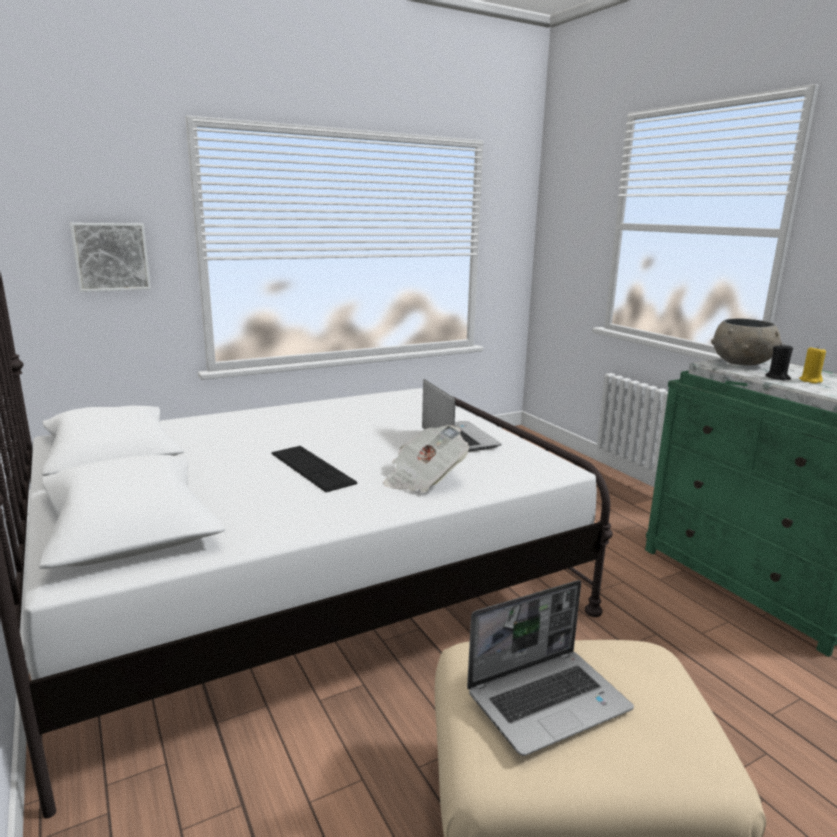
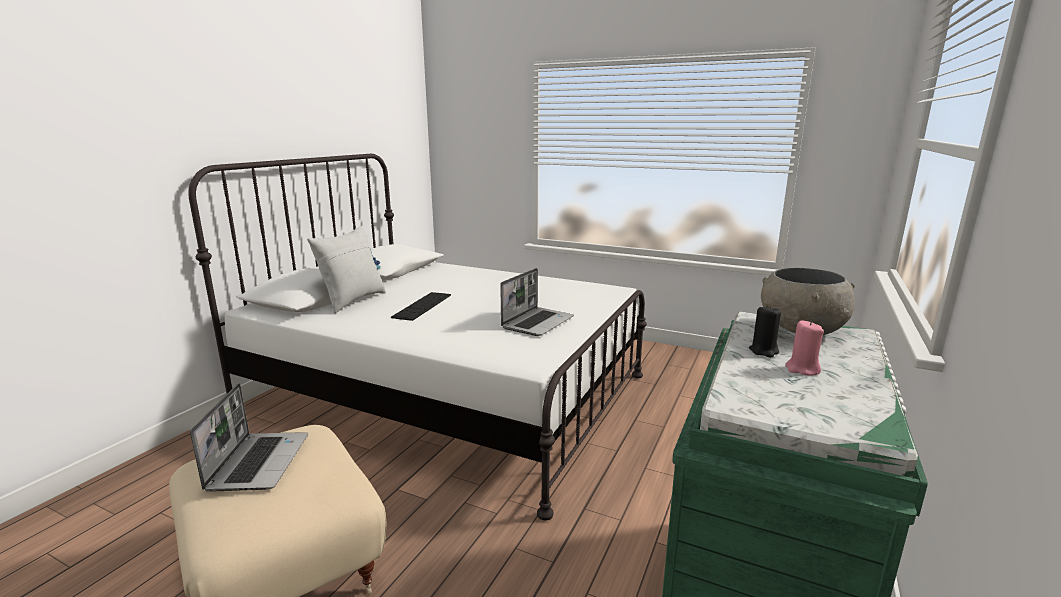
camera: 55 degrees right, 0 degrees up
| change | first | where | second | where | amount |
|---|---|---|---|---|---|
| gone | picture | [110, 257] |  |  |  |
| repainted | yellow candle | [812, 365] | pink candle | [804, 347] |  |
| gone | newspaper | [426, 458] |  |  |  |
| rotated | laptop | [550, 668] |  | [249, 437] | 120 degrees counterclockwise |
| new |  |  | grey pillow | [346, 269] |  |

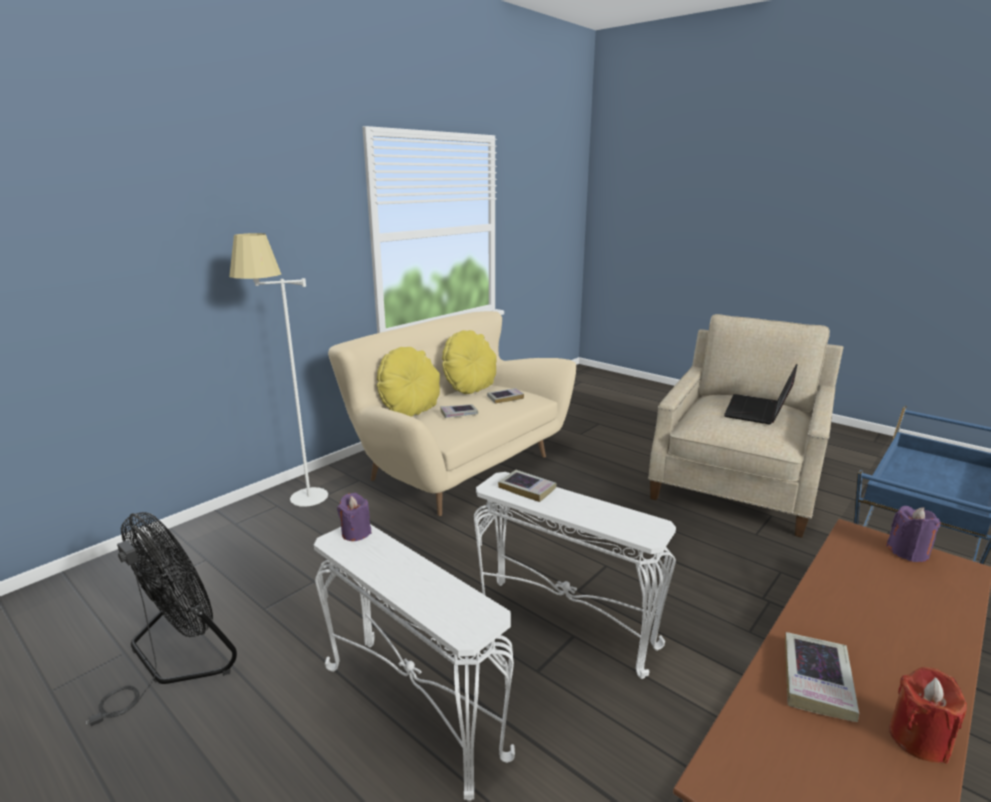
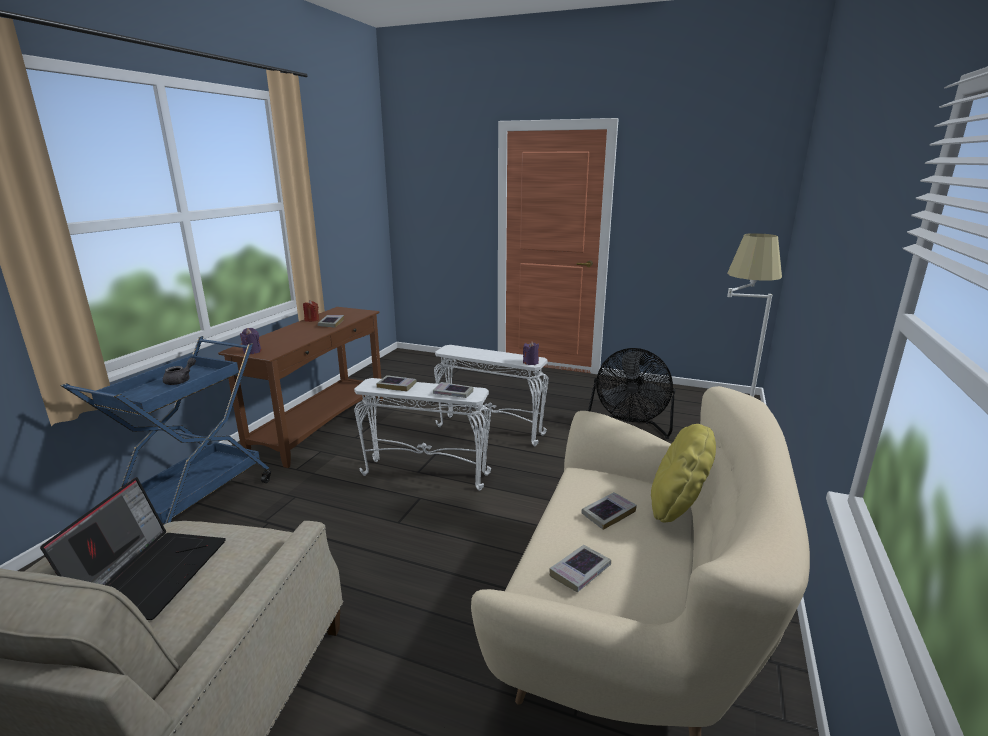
camera: 160 degrees right, 0 degrees up
| change | first | where | second | where | amount |
|---|---|---|---|---|---|
| gone | yellow pillow | [469, 362] |  |  |  |
| new |  |  | grey teapot | [179, 371] |  |
| new |  |  | book | [396, 383] |  |

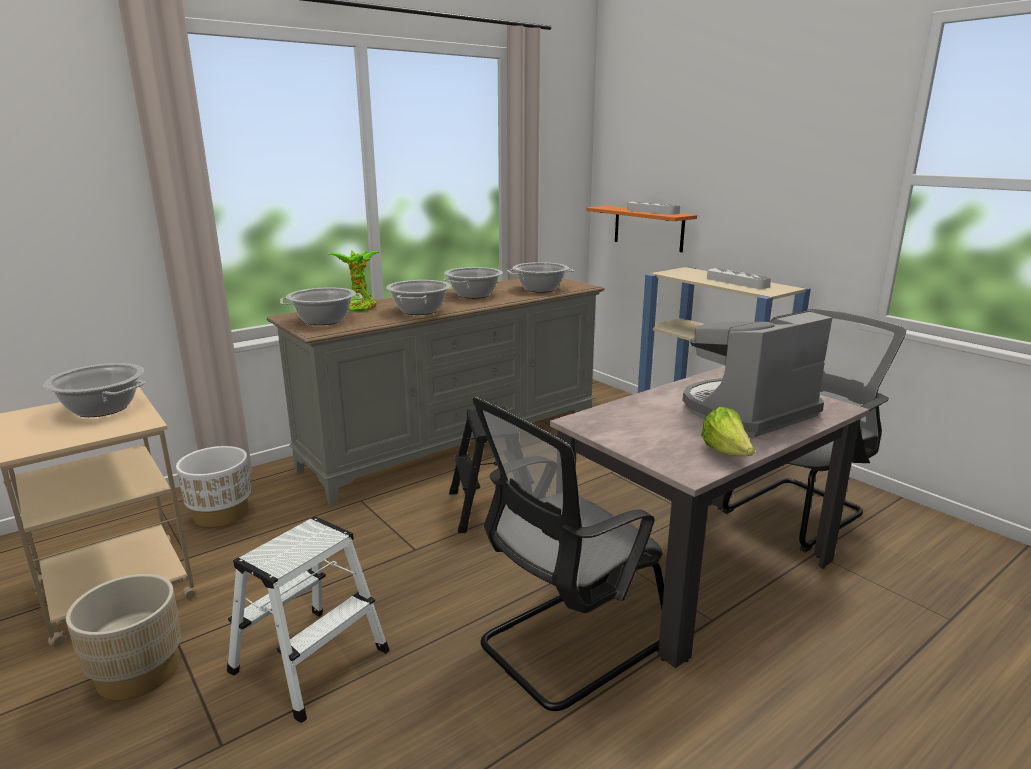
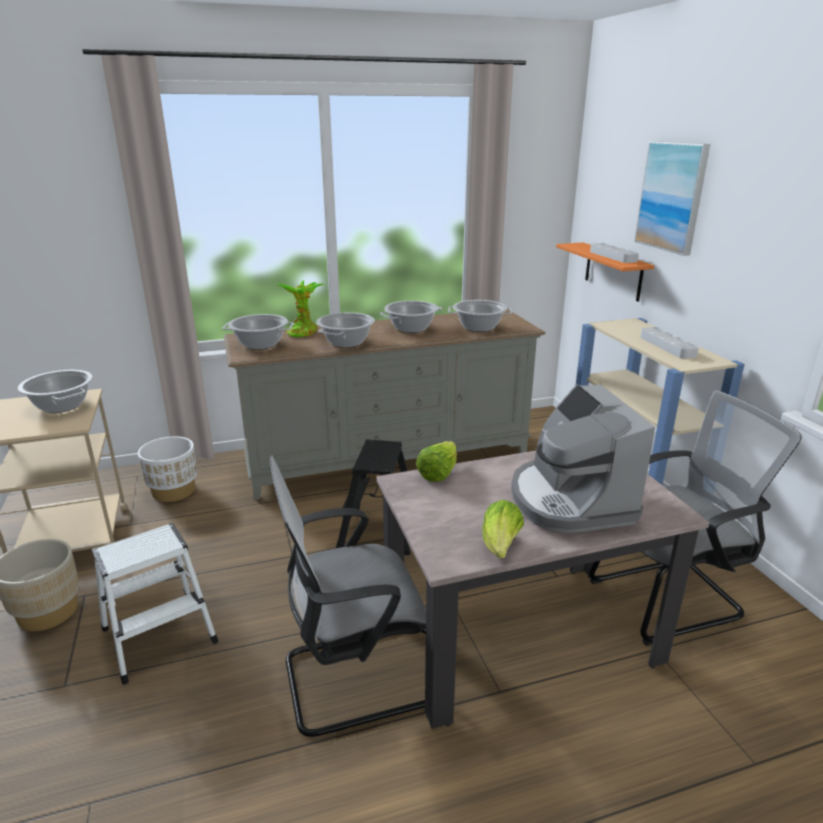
camera: 20 degrees right, 5 degrees up
| change | first | where | second | where | amount |
|---|---|---|---|---|---|
| rotated | coffee machine | [757, 373] |  | [583, 458] | 90 degrees counterclockwise |
| new |  |  | picture | [672, 198] |  |
| new |  |  | lettuce | [436, 461] |  |

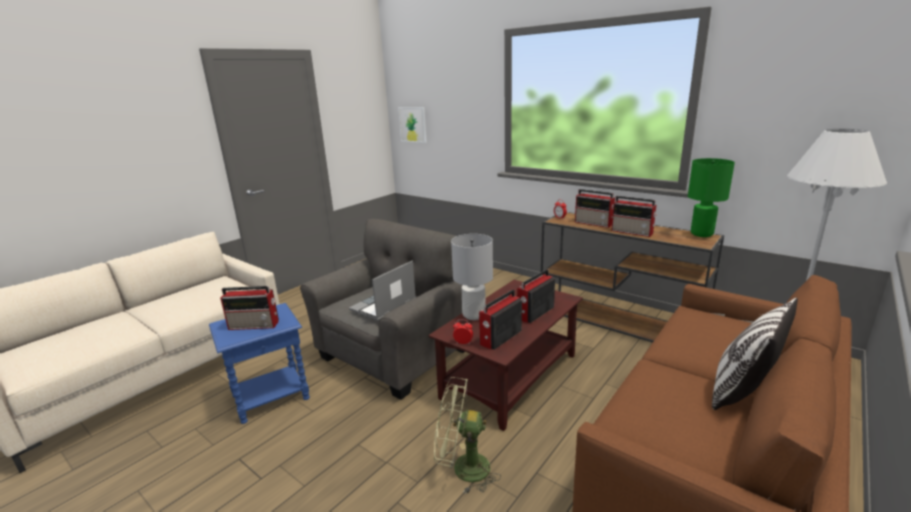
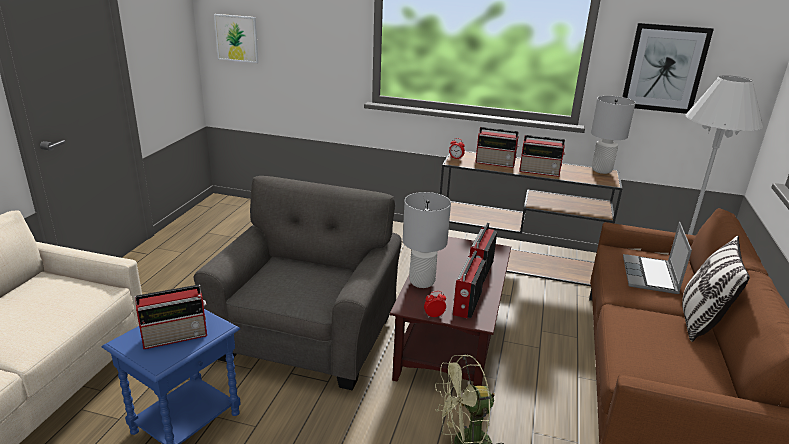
camera: 25 degrees left, 5 degrees up
| change | first | where | second | where | amount |
|---|---|---|---|---|---|
| repainted | green table lamp | [711, 197] | grey table lamp | [613, 135] |  |
| shifted | laptop | [382, 291] |  | [657, 258] |  |
| new |  |  | picture | [668, 68] |  |

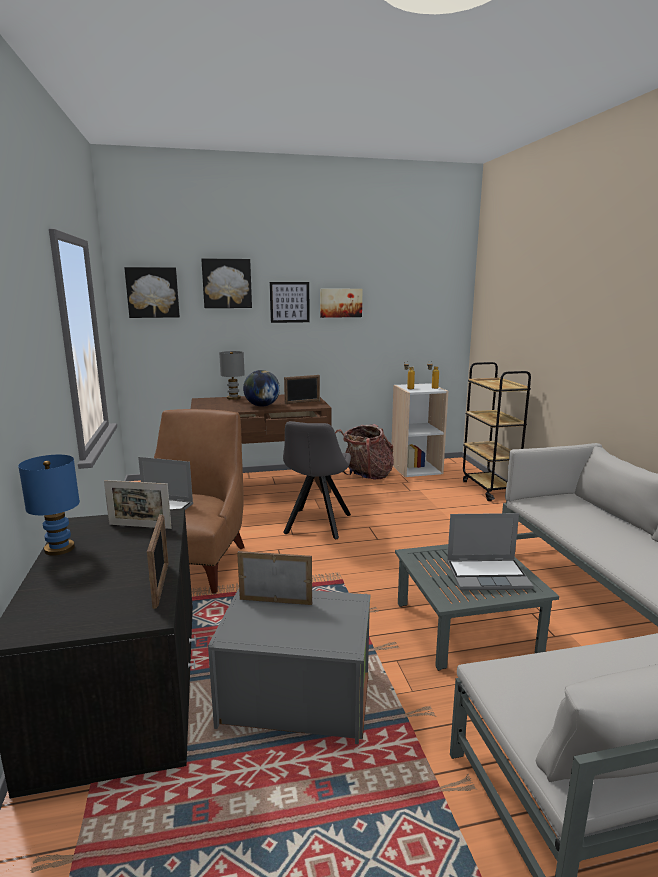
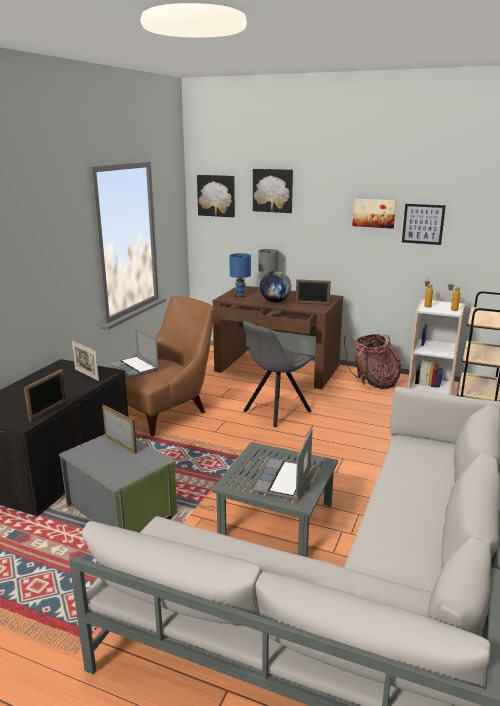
camera: 35 degrees right, 5 degrees up
| change | first | where | second | where | amount |
|---|---|---|---|---|---|
| shifted | picture | [290, 302] |  | [424, 224] |  |
| shifted | blue table lamp | [49, 505] |  | [240, 275] |  |
| rotated | laptop | [490, 552] |  | [283, 464] | 75 degrees clockwise |

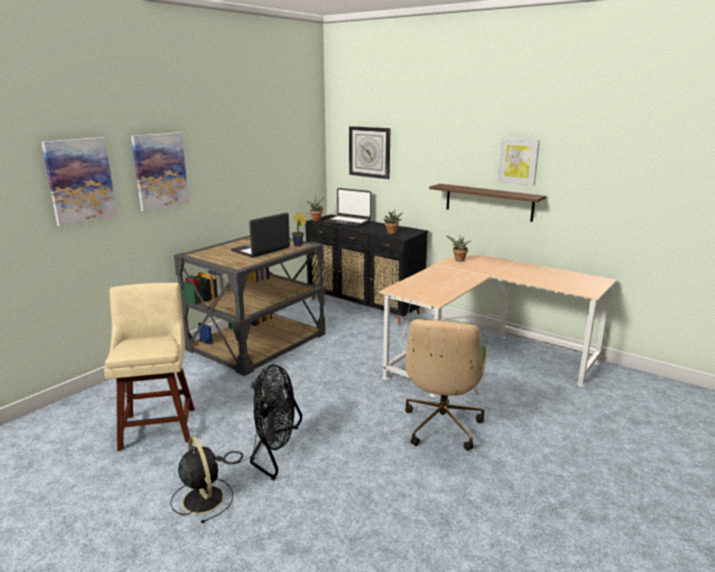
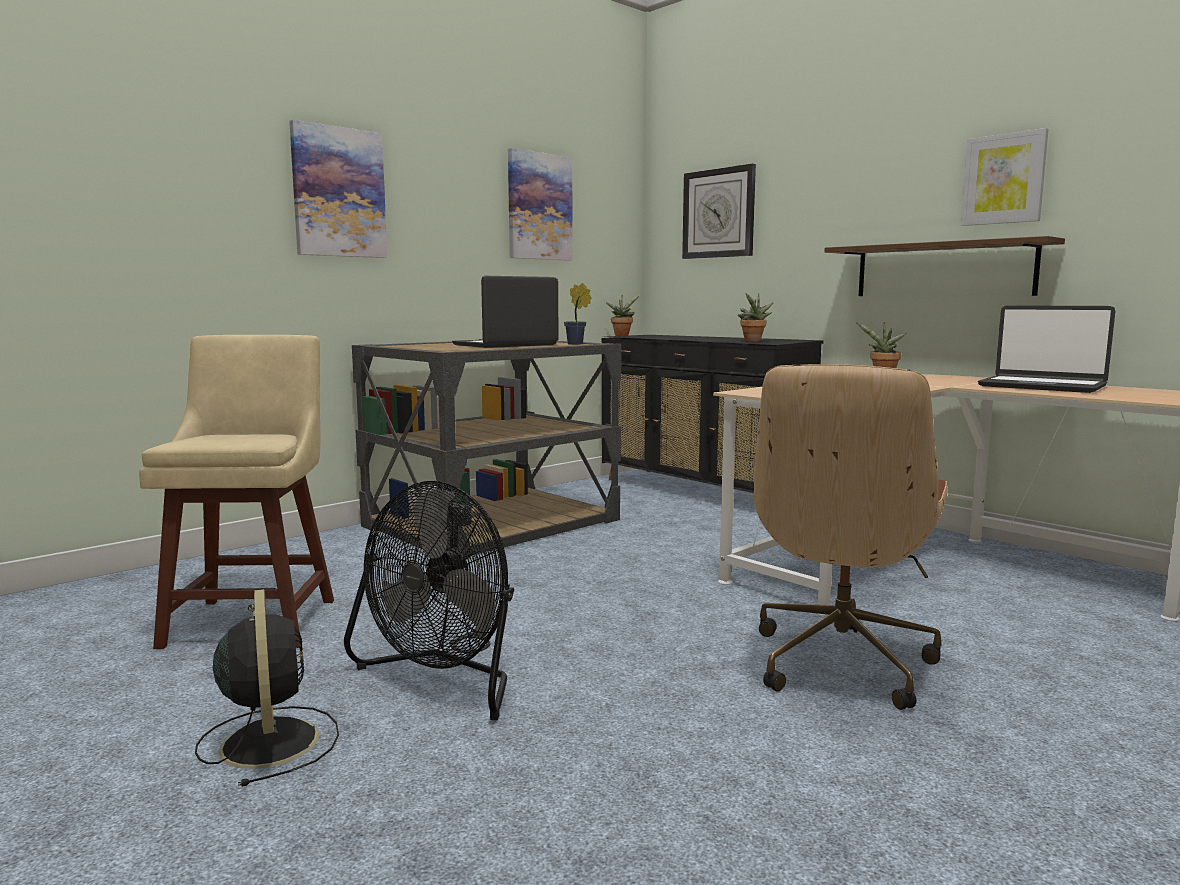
camera: 10 degrees right, 10 degrees down
| change | first | where | second | where | amount |
|---|---|---|---|---|---|
| shifted | picture | [79, 181] |  | [540, 204] |  |
| shifted | laptop | [347, 207] |  | [1046, 349] |  |
| repainted | green office chair | [446, 384] | brown office chair | [851, 537] |  |
| rotated | black fan | [259, 422] |  | [429, 600] | 105 degrees clockwise |

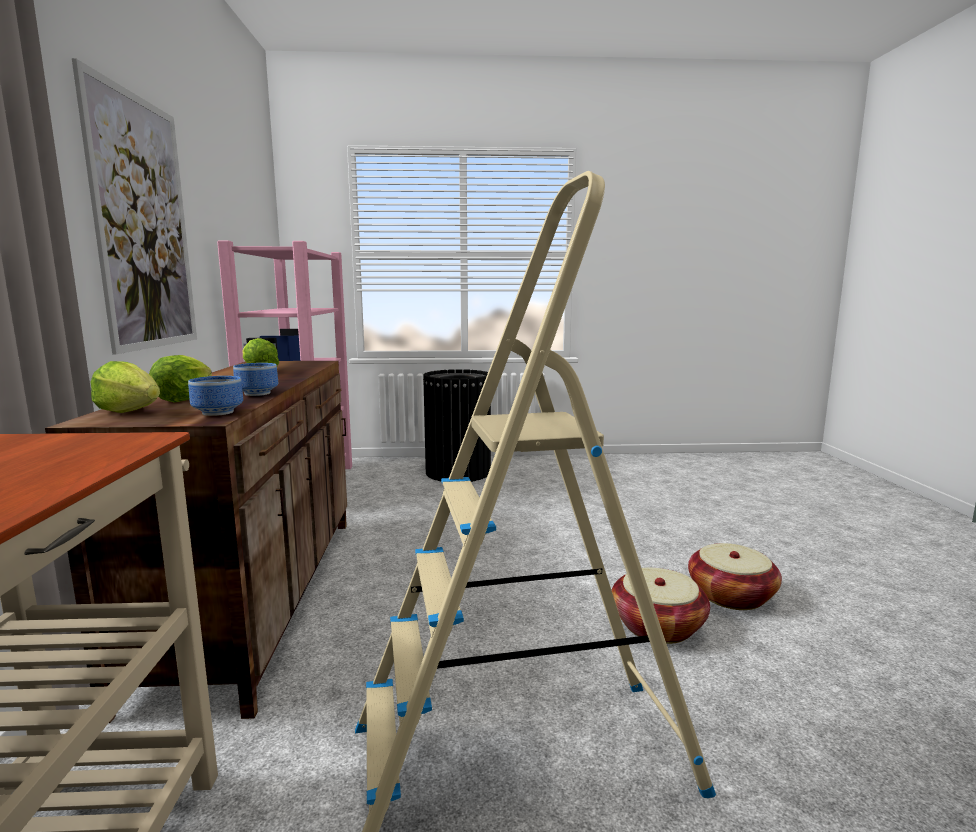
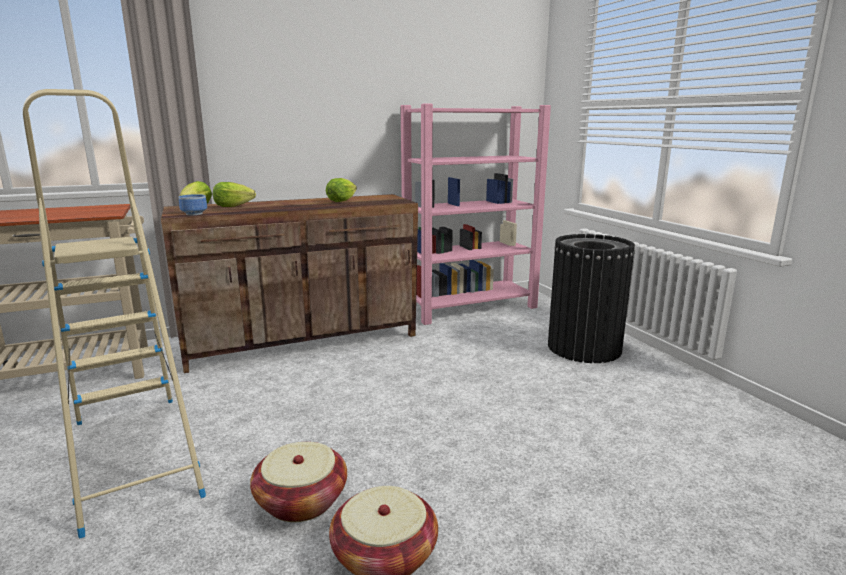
camera: 70 degrees right, 5 degrees up
| change | first | where | second | where | amount |
|---|---|---|---|---|---|
| gone | picture | [134, 206] |  |  |  |
| gone | bowl | [255, 379] |  |  |  |

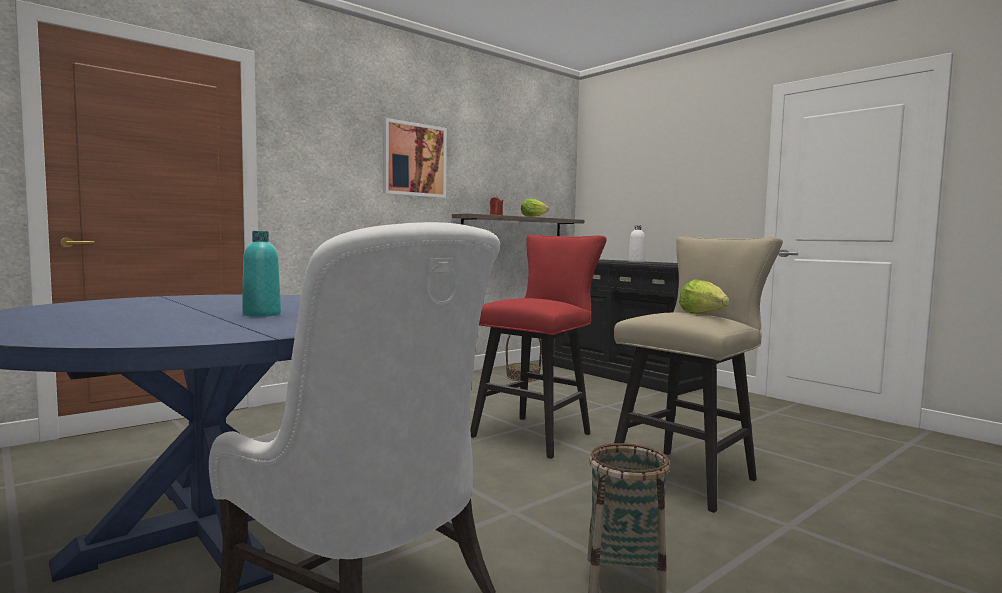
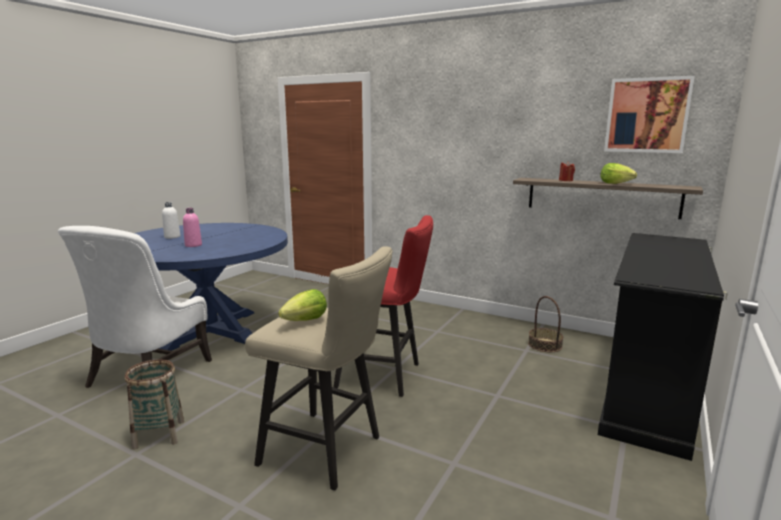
camera: 70 degrees right, 10 degrees up
| change | first | where | second | where | amount |
|---|---|---|---|---|---|
| shifted | picture | [415, 158] |  | [649, 114] |  |
| shifted | white bottle | [637, 243] |  | [171, 220] |  |
| repainted | turquoise bottle | [261, 274] | pink bottle | [192, 227] |  |

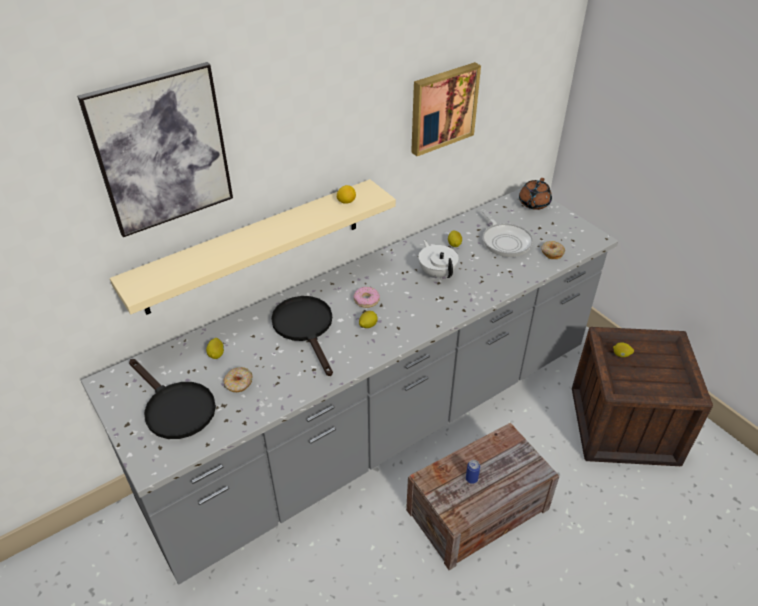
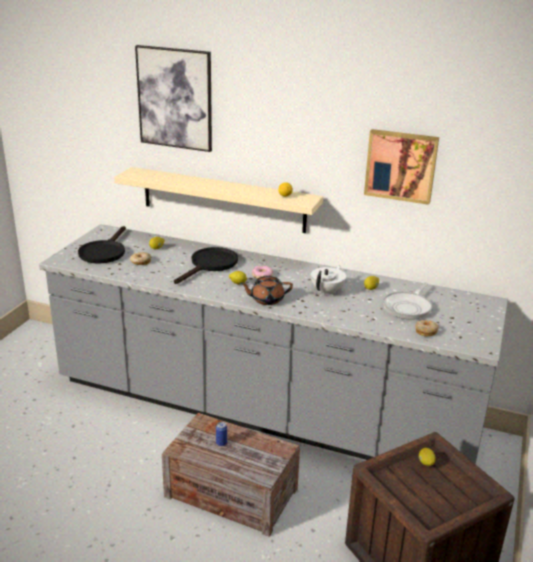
camera: 55 degrees right, 15 degrees down
| change | first | where | second | where | amount |
|---|---|---|---|---|---|
| shifted | brown teapot | [535, 194] |  | [266, 290] |  |

